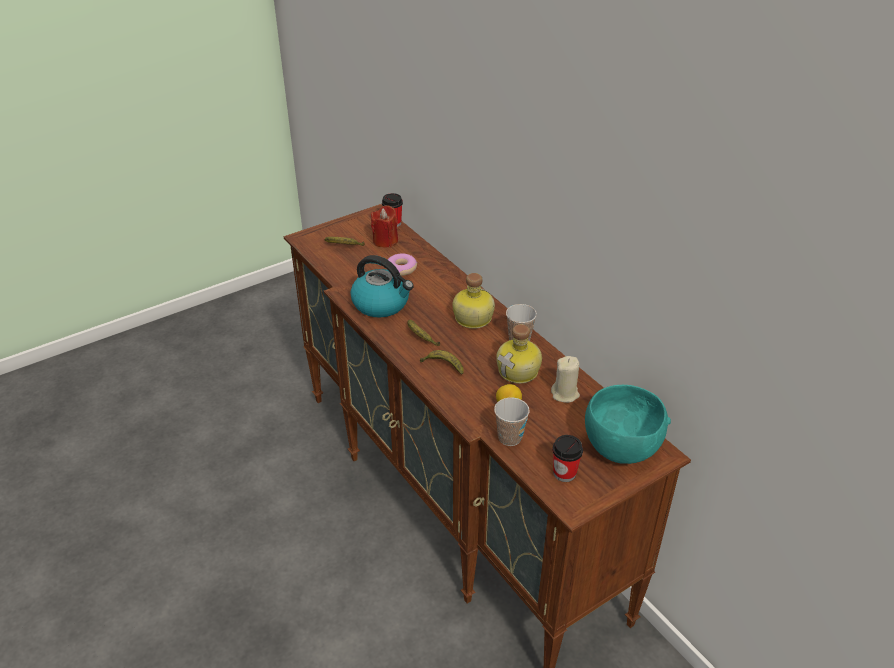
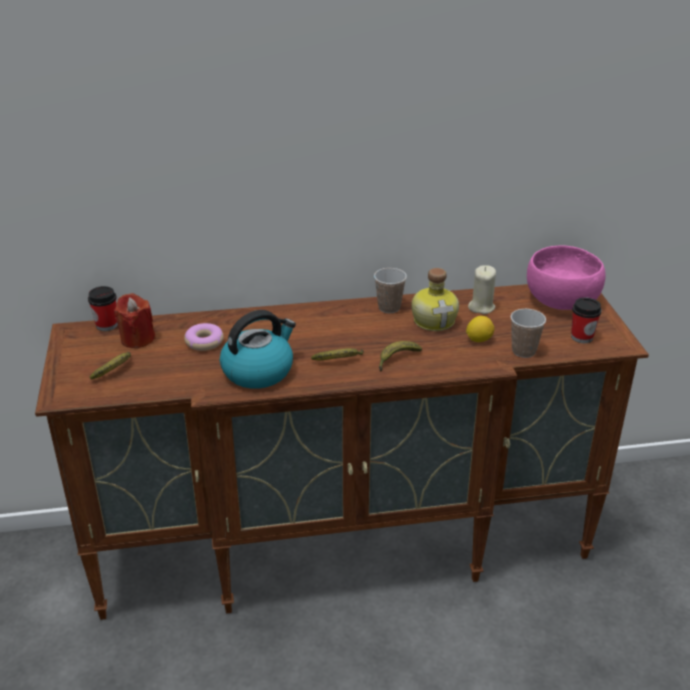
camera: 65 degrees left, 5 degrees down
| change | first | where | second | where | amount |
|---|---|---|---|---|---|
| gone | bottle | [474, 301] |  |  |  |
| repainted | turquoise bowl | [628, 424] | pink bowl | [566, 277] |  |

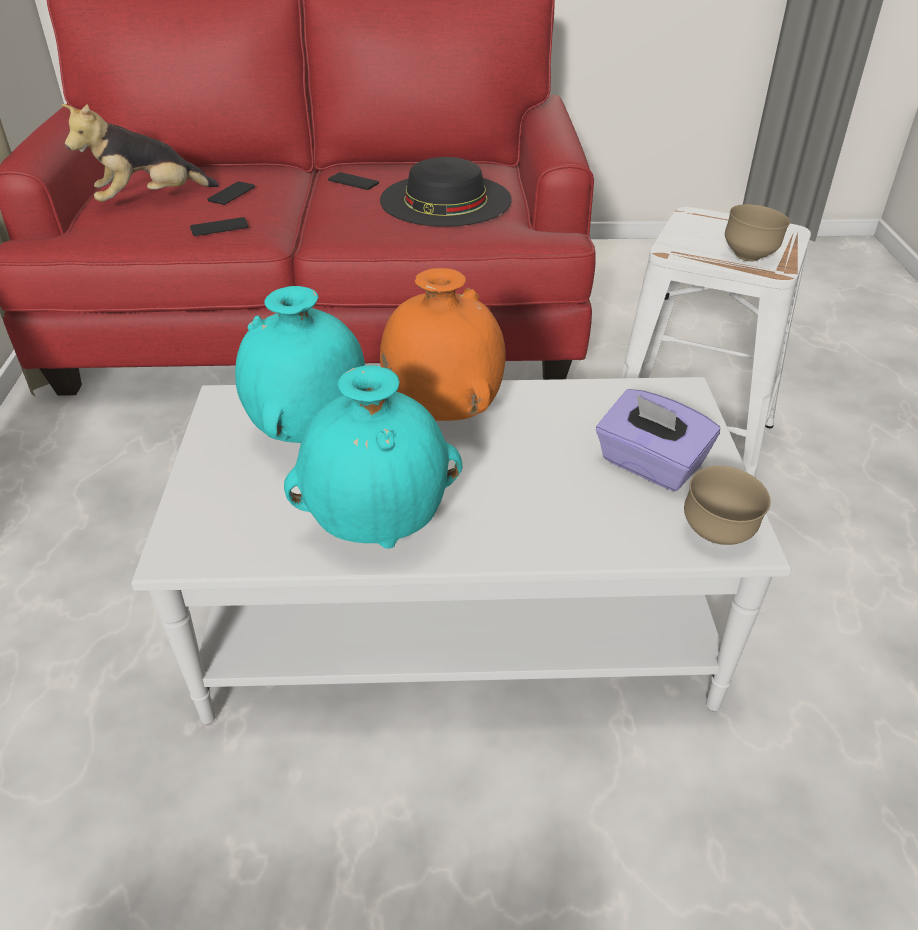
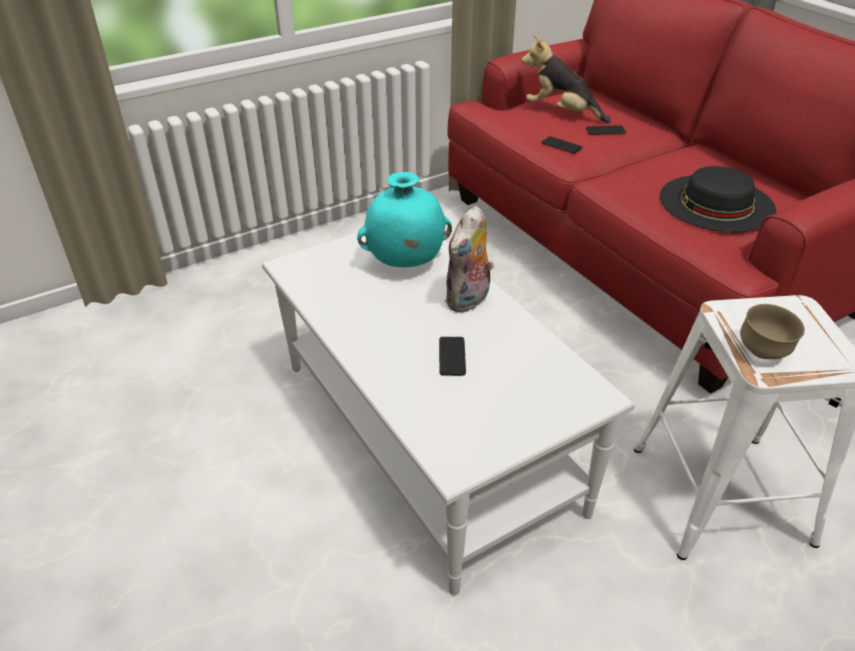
camera: 60 degrees right, 0 degrees up
| change | first | where | second | where | amount |
|---|---|---|---|---|---|
| shifted | phone | [353, 181] |  | [452, 356] |  |
| swapped | orange vase | [443, 344] | plush toy | [469, 259] |  |
| gone | turquoise vase | [373, 457] |  |  |  |
| gone | purple tissue box | [658, 440] |  |  |  |
| gone | brown bowl | [727, 505] |  |  |  |

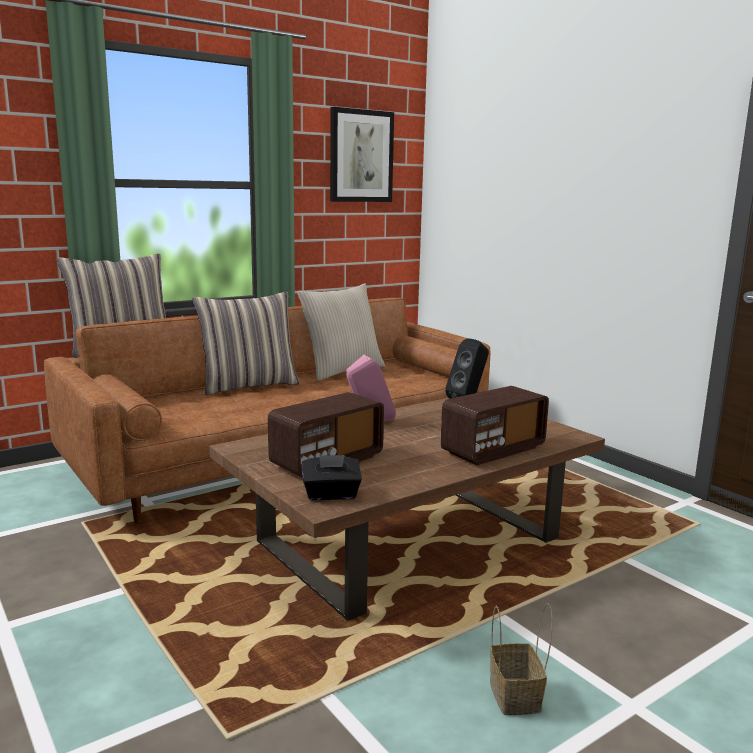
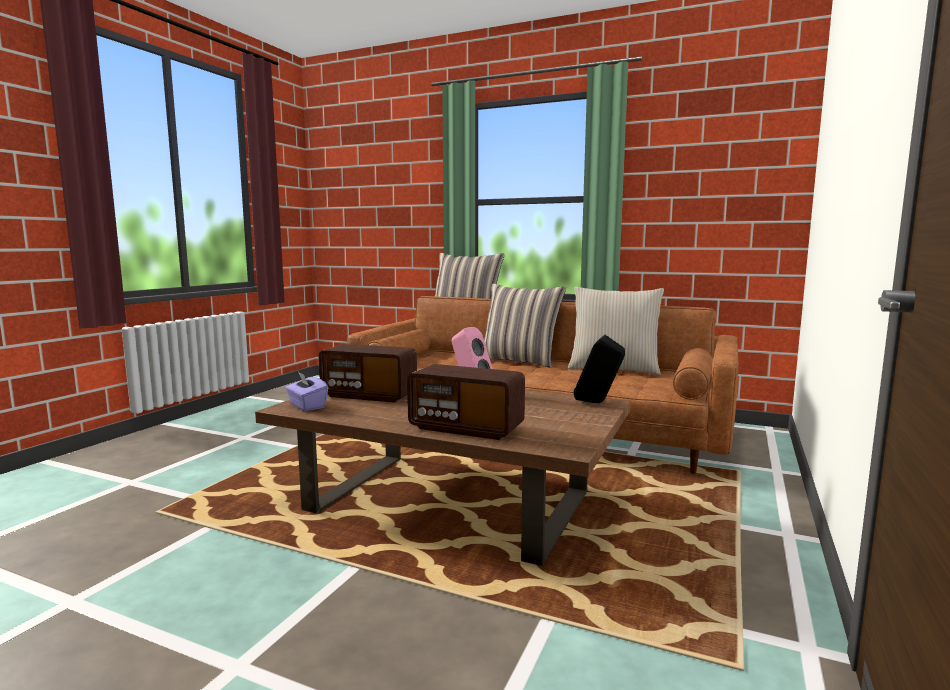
camera: 60 degrees right, 5 degrees down
| change | first | where | second | where | amount |
|---|---|---|---|---|---|
| gone | picture | [362, 154] |  |  |  |
| repainted | black tissue box | [332, 477] | purple tissue box | [306, 391] |  |
| gone | basket | [521, 659] |  |  |  |

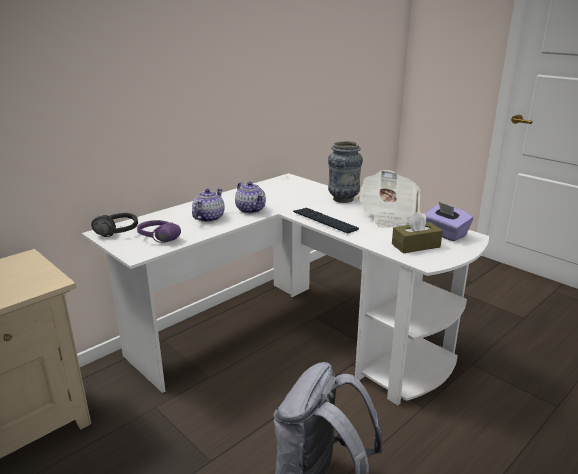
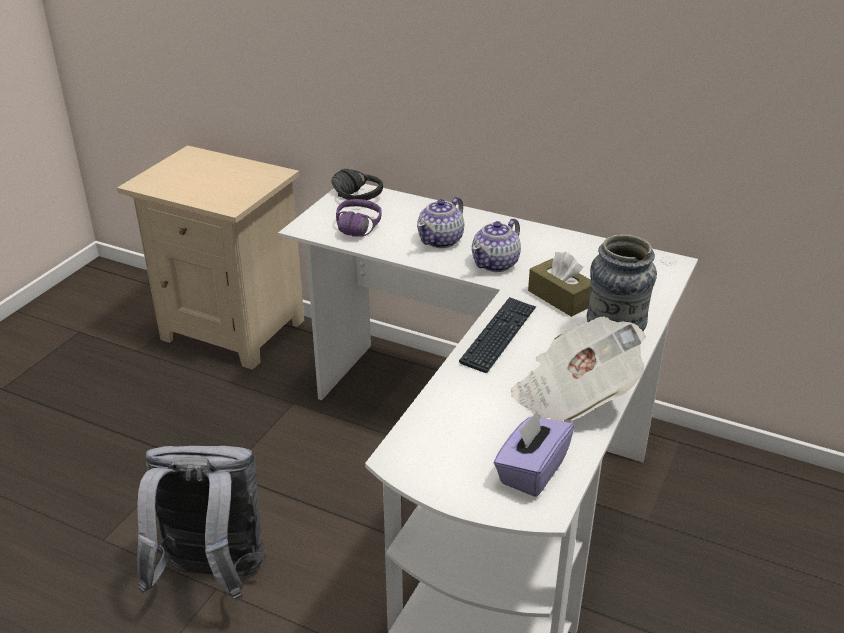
camera: 70 degrees right, 10 degrees up
| change | first | where | second | where | amount |
|---|---|---|---|---|---|
| rotated | teapot | [208, 205] |  | [440, 222] | 120 degrees clockwise |
| shifted | brown tissue box | [417, 232] |  | [559, 284] |  |

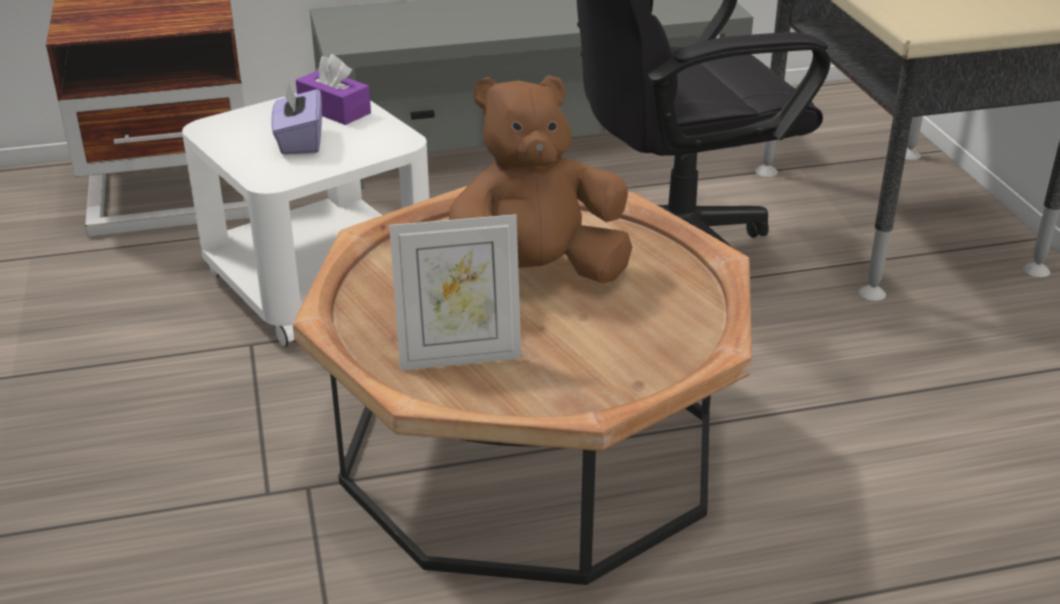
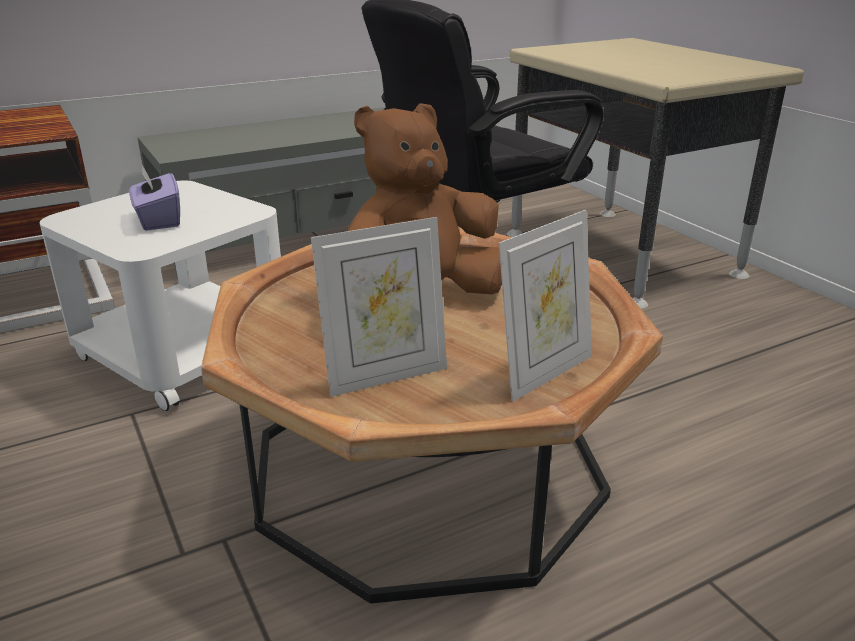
camera: 15 degrees left, 5 degrees down
| change | first | where | second | where | amount |
|---|---|---|---|---|---|
| gone | purple tissue box | [333, 89] |  |  |  |
| new |  |  | picture frame | [545, 306] |  |

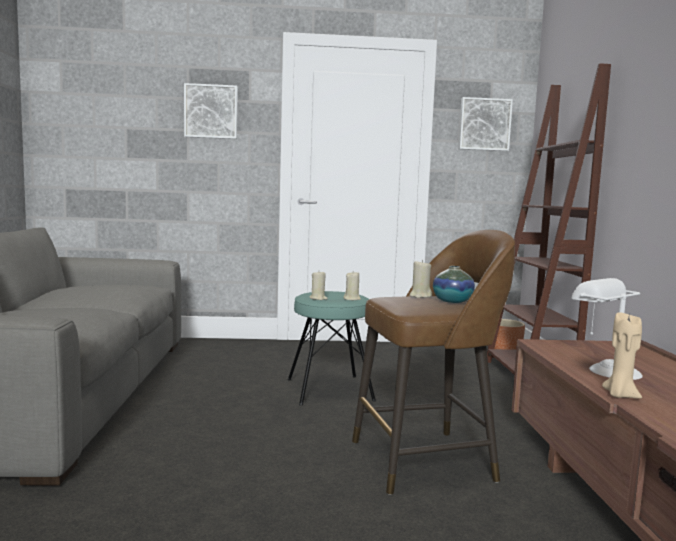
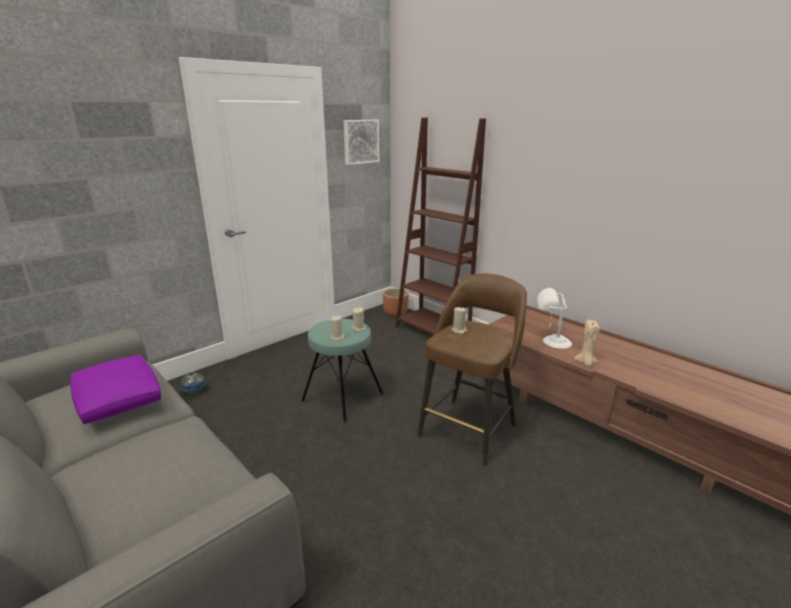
camera: 40 degrees left, 15 degrees up
| change | first | where | second | where | amount |
|---|---|---|---|---|---|
| gone | picture | [211, 111] |  |  |  |
| shifted | vase | [454, 284] |  | [193, 382] |  |
| new |  |  | purple pillow | [116, 389] |  |

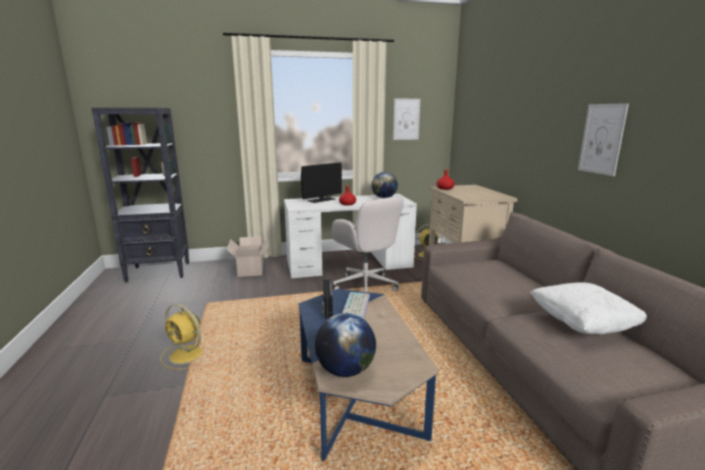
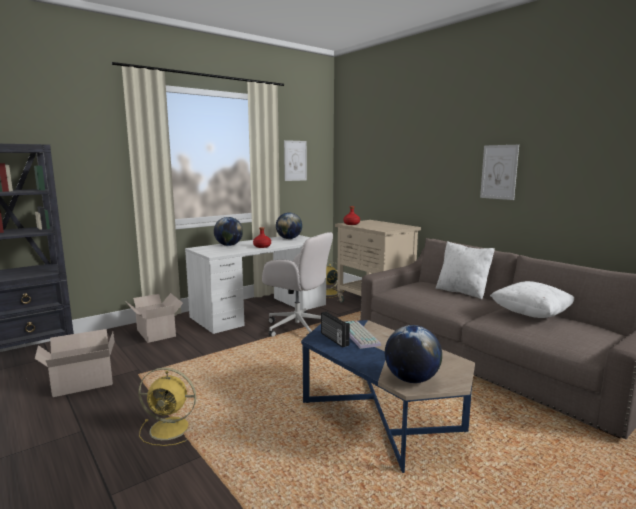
camera: 25 degrees left, 5 degrees down
| change | first | where | second | where | amount |
|---|---|---|---|---|---|
| swapped | monitor | [321, 183] | globe | [228, 231] |  |
| new |  |  | white pillow | [465, 270] |  |
| new |  |  | cardboard box | [75, 363] |  |

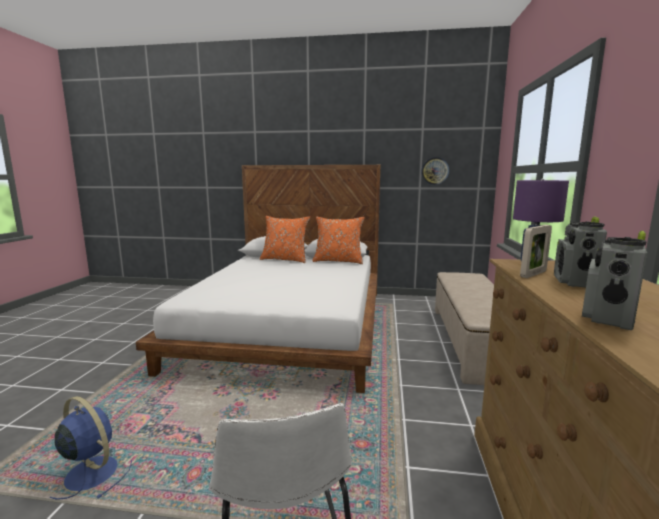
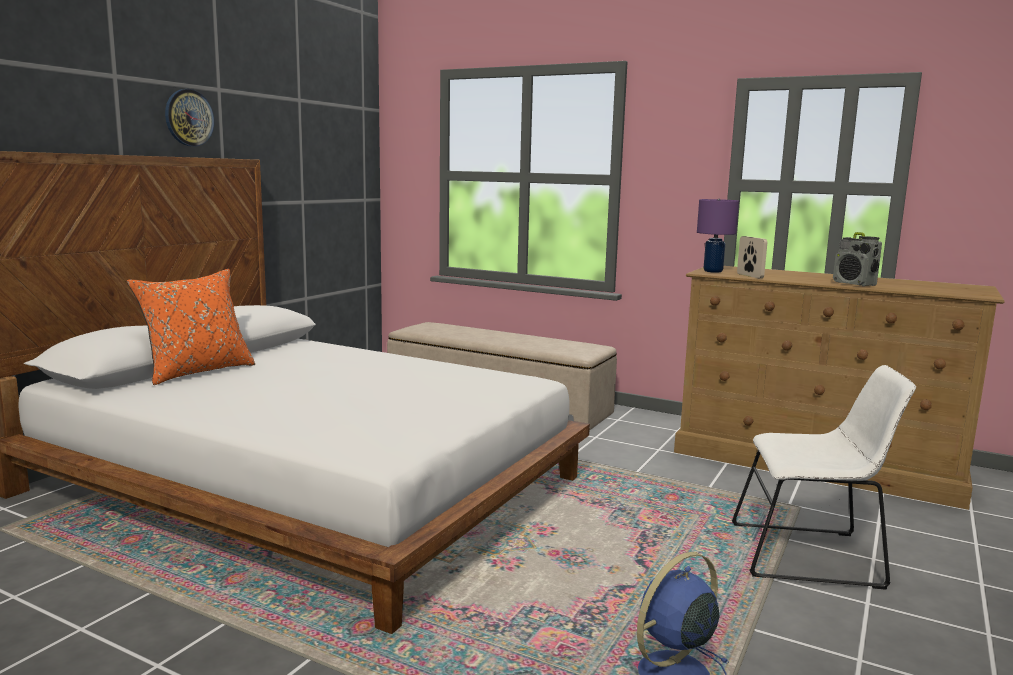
camera: 70 degrees left, 0 degrees up
| change | first | where | second | where | amount |
|---|---|---|---|---|---|
| shifted | wall clock | [435, 171] |  | [189, 117] |  |
| gone | orange pillow | [338, 240] |  |  |  |
| gone | radio | [580, 252] |  |  |  |

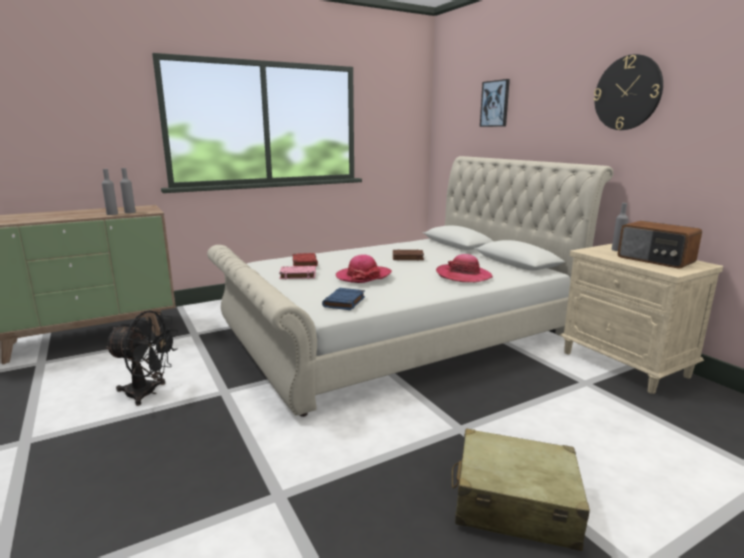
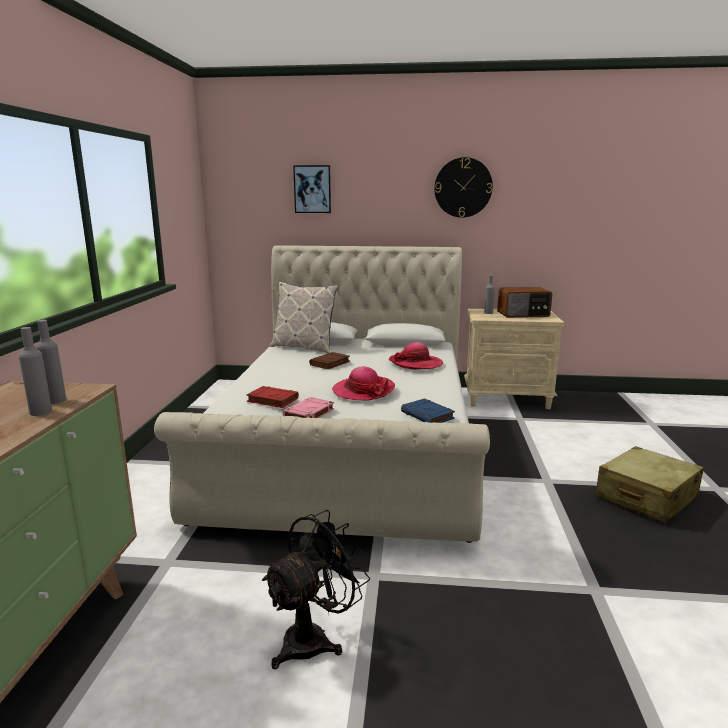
camera: 55 degrees left, 0 degrees up
| change | first | where | second | where | amount |
|---|---|---|---|---|---|
| new |  |  | pillow | [304, 317] |  |

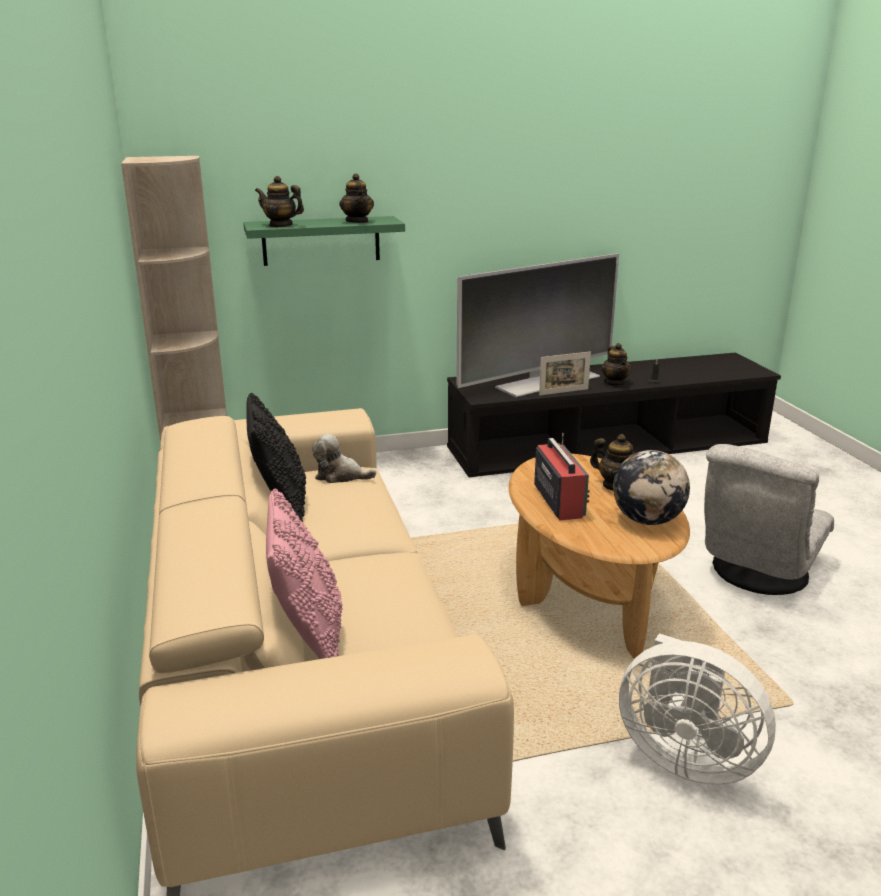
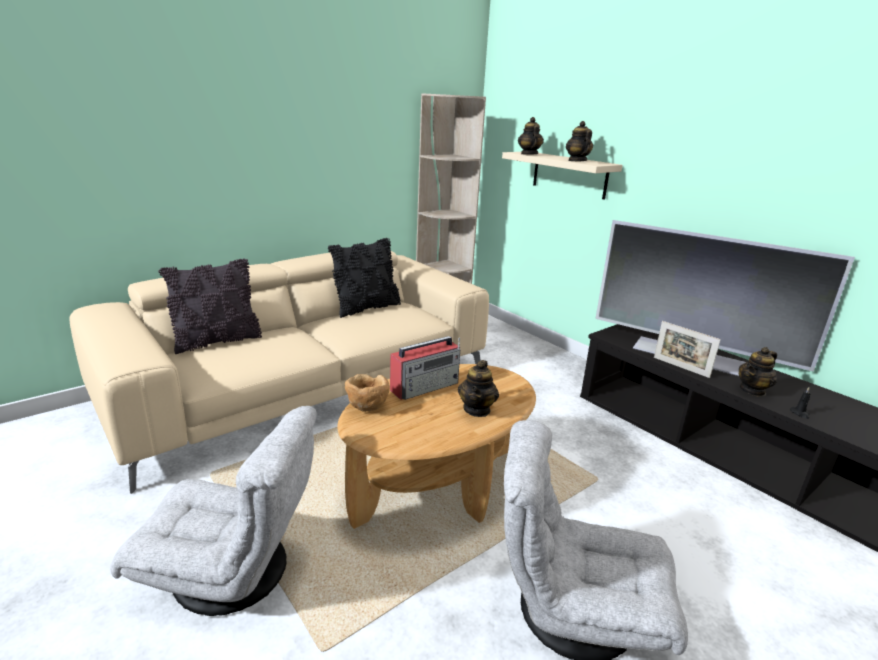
camera: 65 degrees right, 0 degrees up
| change | first | where | second | where | amount |
|---|---|---|---|---|---|
| rotated | teapot | [356, 198] |  | [579, 141] | 120 degrees clockwise |
| repainted | green shelf | [324, 241] | beige shelf | [562, 176] |  |
| gone | plush toy | [344, 458] |  |  |  |
| gone | globe | [651, 487] |  |  |  |
| repainted | pink pillow | [304, 574] | black pillow | [210, 306] |  |
| swapped | white fan | [697, 709] | grey armchair | [214, 511] |  |
| new |  |  | brown bowl | [367, 393] |  |

